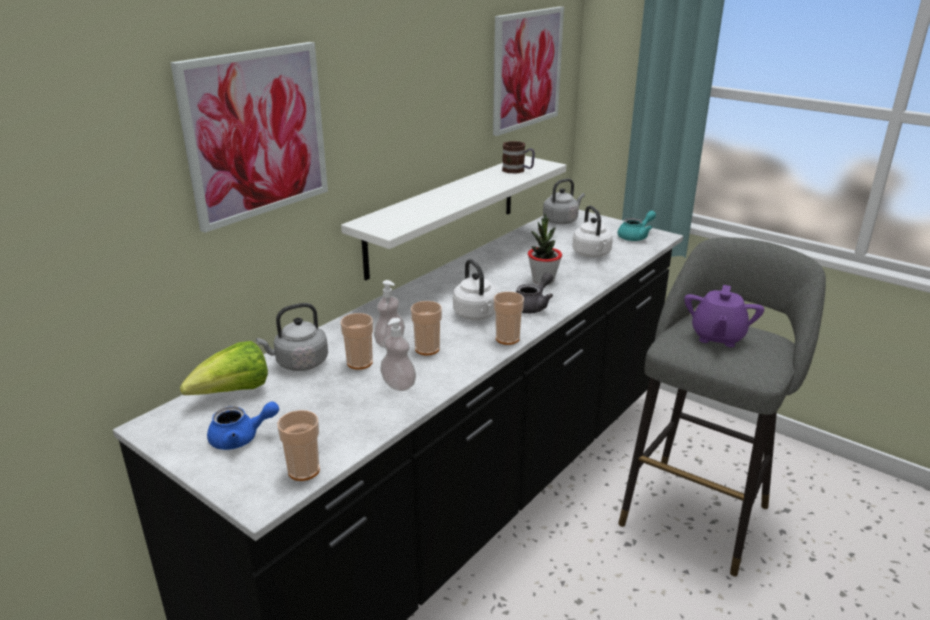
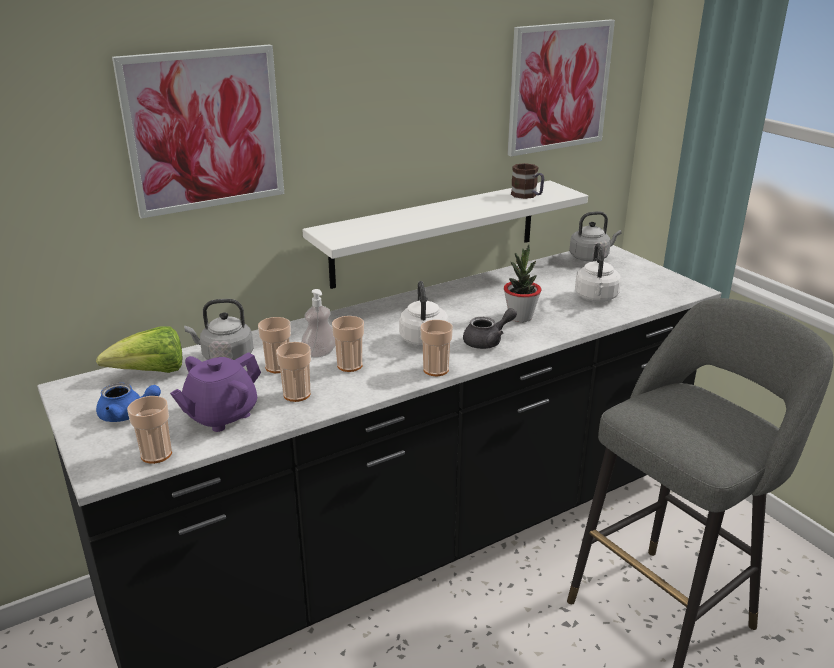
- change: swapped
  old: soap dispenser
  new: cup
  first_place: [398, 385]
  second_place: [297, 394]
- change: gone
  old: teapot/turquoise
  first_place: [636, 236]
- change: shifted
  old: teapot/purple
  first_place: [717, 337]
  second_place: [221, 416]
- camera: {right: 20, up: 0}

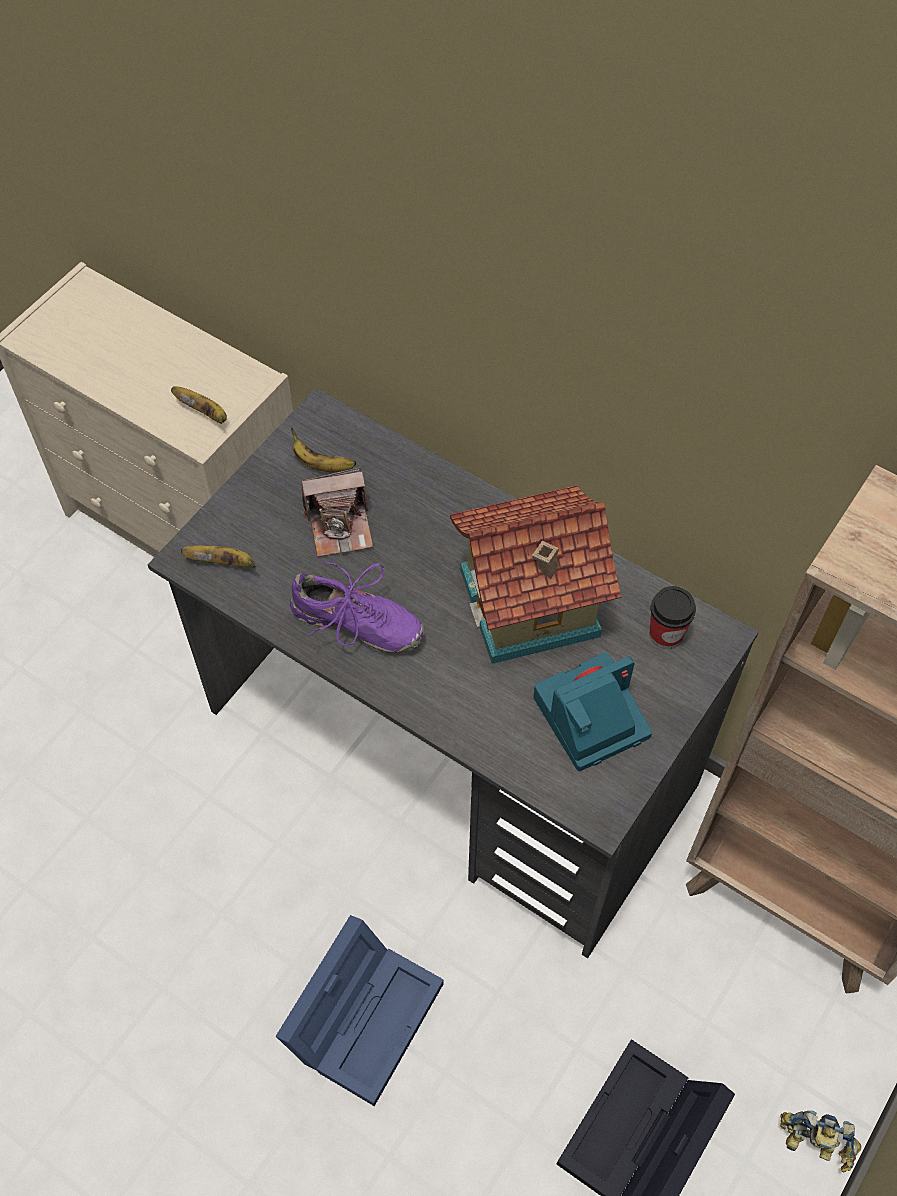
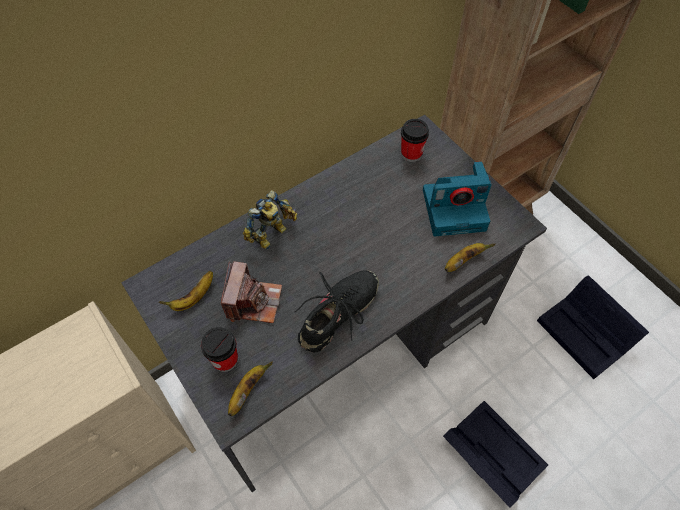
- change: shifted
  old: banana
  first_place: [204, 413]
  second_place: [463, 261]
- change: repainted
  old: storage box/blue
  new: storage box/black
  first_place: [365, 1012]
  second_place: [488, 454]
- change: repainted
  old: shoe/purple
  new: shoe/black
  first_place: [356, 624]
  second_place: [339, 315]
- change: gone
  old: toy house
  first_place: [531, 606]
- change: rotated
  old: photo camera
  first_place: [589, 719]
  second_place: [455, 208]
  degrees: -90
- change: shifted
  old: toy robot
  first_place: [811, 1145]
  second_place: [272, 235]
- change: new
  new: cup
  second_place: [225, 360]
- camera: {right: -70, up: 0}

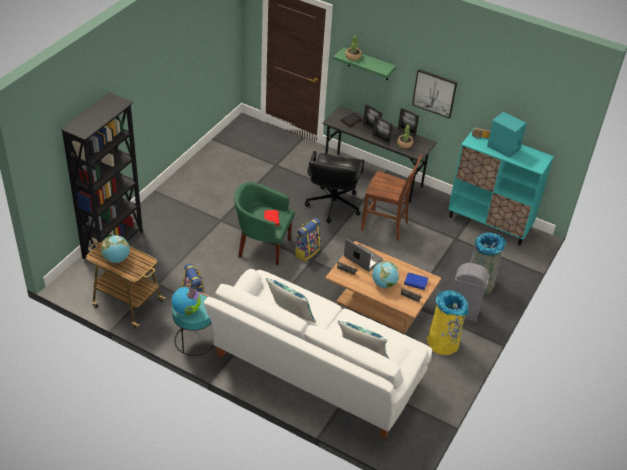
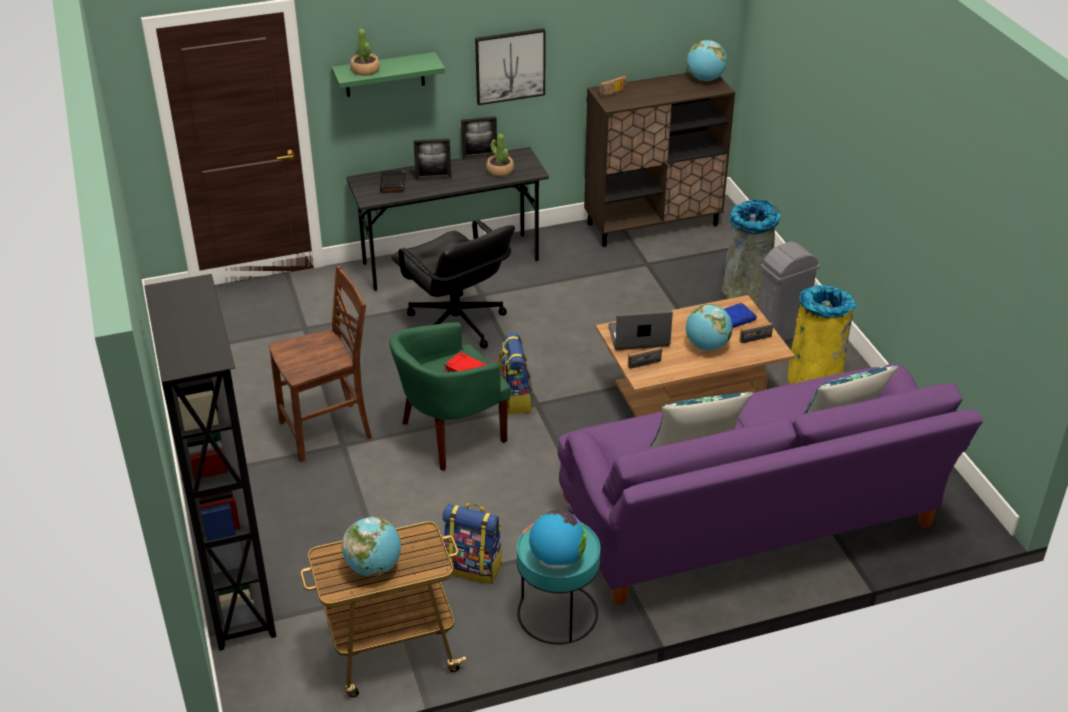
- change: repainted
  old: sofa/white
  new: sofa/purple
  first_place: [315, 372]
  second_place: [751, 523]
- change: shifted
  old: chair/brown
  first_place: [385, 226]
  second_place: [328, 431]
- change: gone
  old: picture frame
  first_place: [381, 141]
- change: repainted
  old: cabinet/turquoise
  new: cabinet/brown
  first_place: [489, 223]
  second_place: [653, 224]
- change: gone
  old: speaker/turquoise
  first_place: [503, 148]
- change: new
  new: globe
  second_place: [705, 79]
- camera: {right: -45, up: -5}

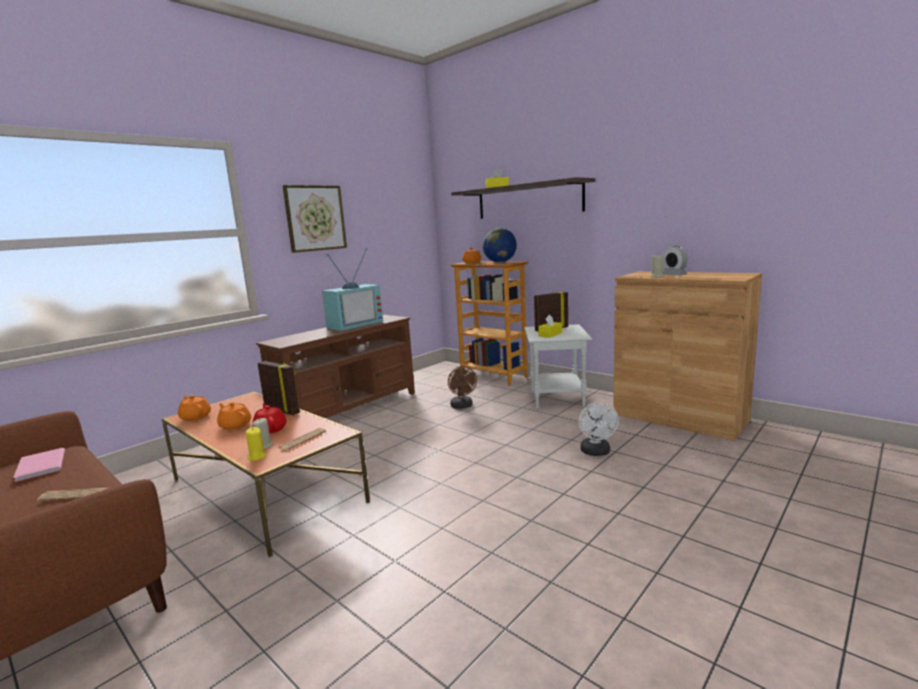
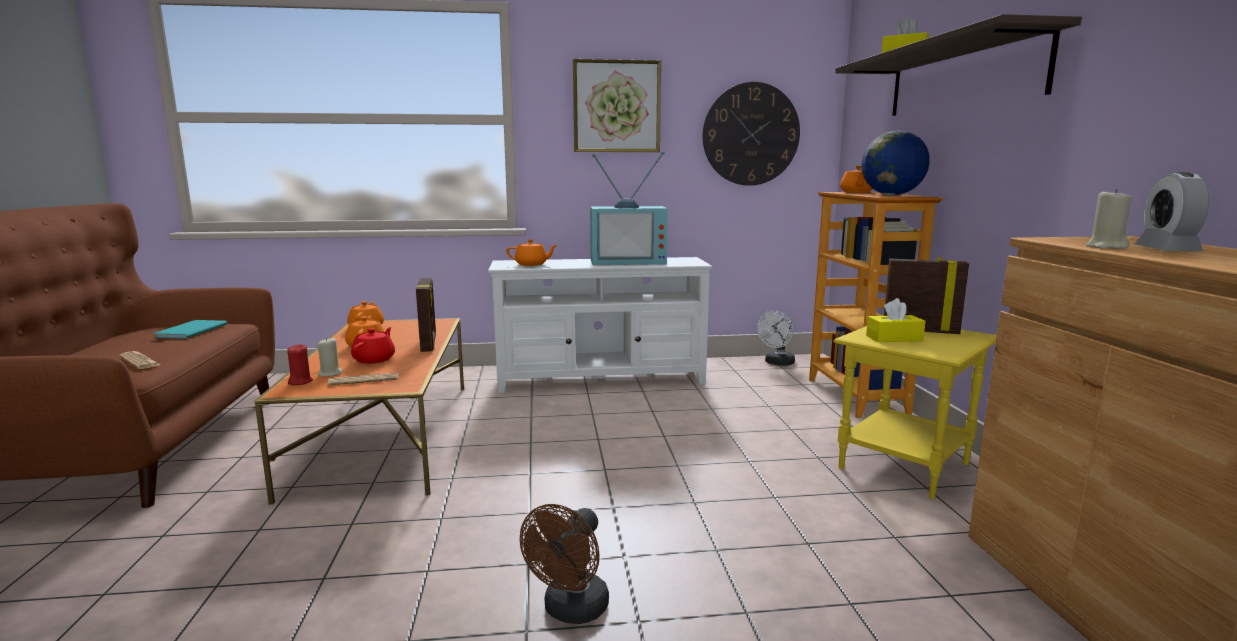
- change: repainted
  old: book/pink
  new: book/turquoise
  first_place: [39, 466]
  second_place: [189, 331]
- change: repainted
  old: candle/yellow
  new: candle/red
  first_place: [256, 457]
  second_place: [300, 382]
- change: repainted
  old: tv stand/brown
  new: tv stand/white
  first_place: [348, 410]
  second_place: [600, 379]
- change: shifted
  old: fan/brown
  first_place: [462, 406]
  second_place: [571, 611]
- change: repainted
  old: side table/white
  new: side table/yellow
  first_place: [556, 398]
  second_place: [904, 465]
- change: shifted
  old: fan/white
  first_place: [596, 452]
  second_place: [777, 363]
- change: new
  new: teapot/orange
  second_place: [532, 264]
- change: new
  new: wall clock
  second_place: [751, 134]
- camera: {right: 40, up: 0}

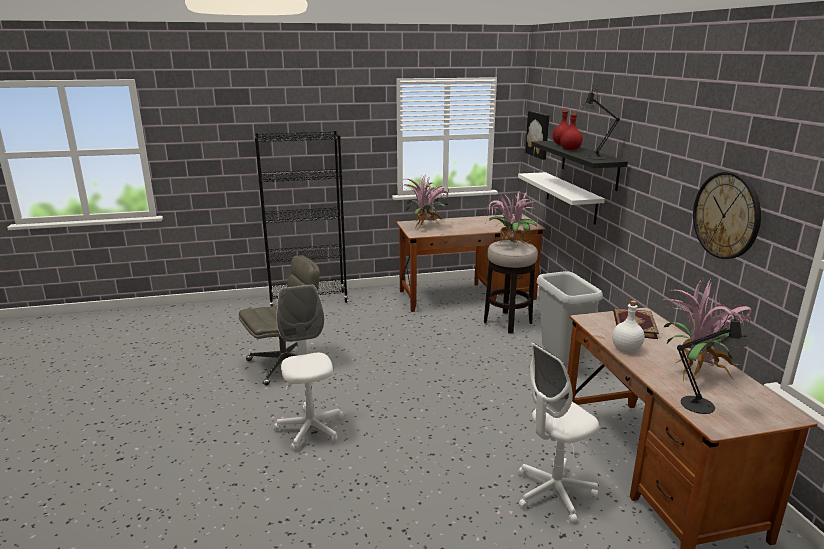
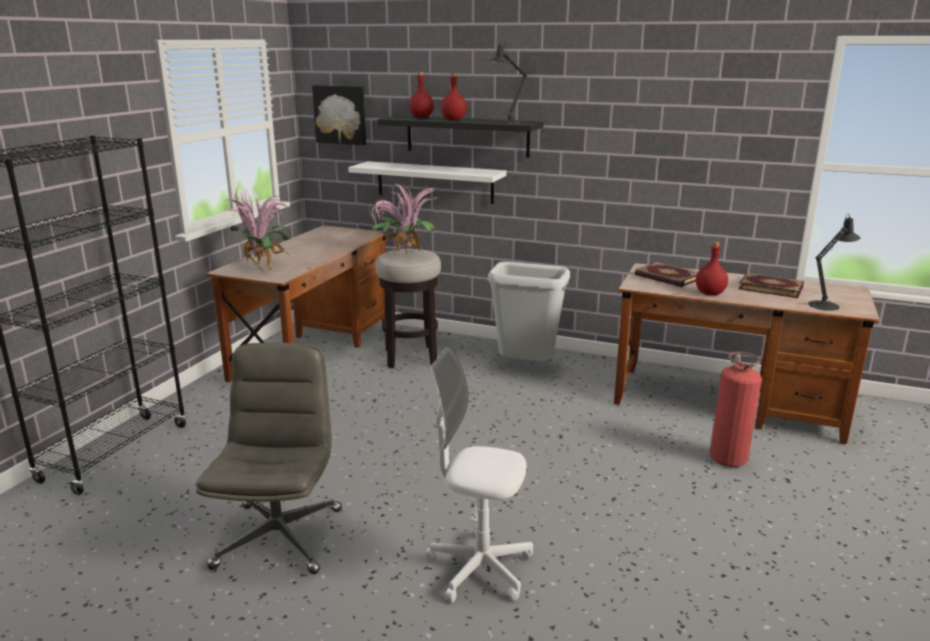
- change: swapped
  old: office chair/white
  new: fire extinguisher
  first_place: [553, 493]
  second_place: [728, 459]
- change: repainted
  old: bottle/white
  new: bottle/red
  first_place: [626, 349]
  second_place: [710, 293]
- change: swapped
  old: potted plant
  new: book
  first_place: [699, 372]
  second_place: [771, 287]
- change: gone
  old: wall clock
  first_place: [726, 215]
- camera: {right: -55, up: 0}

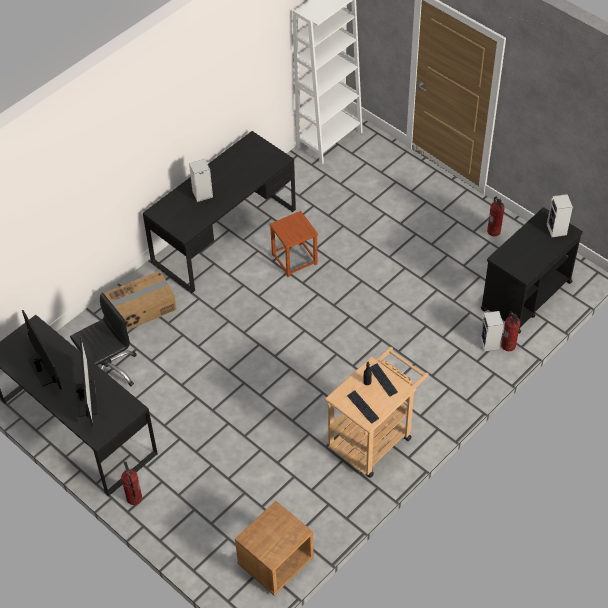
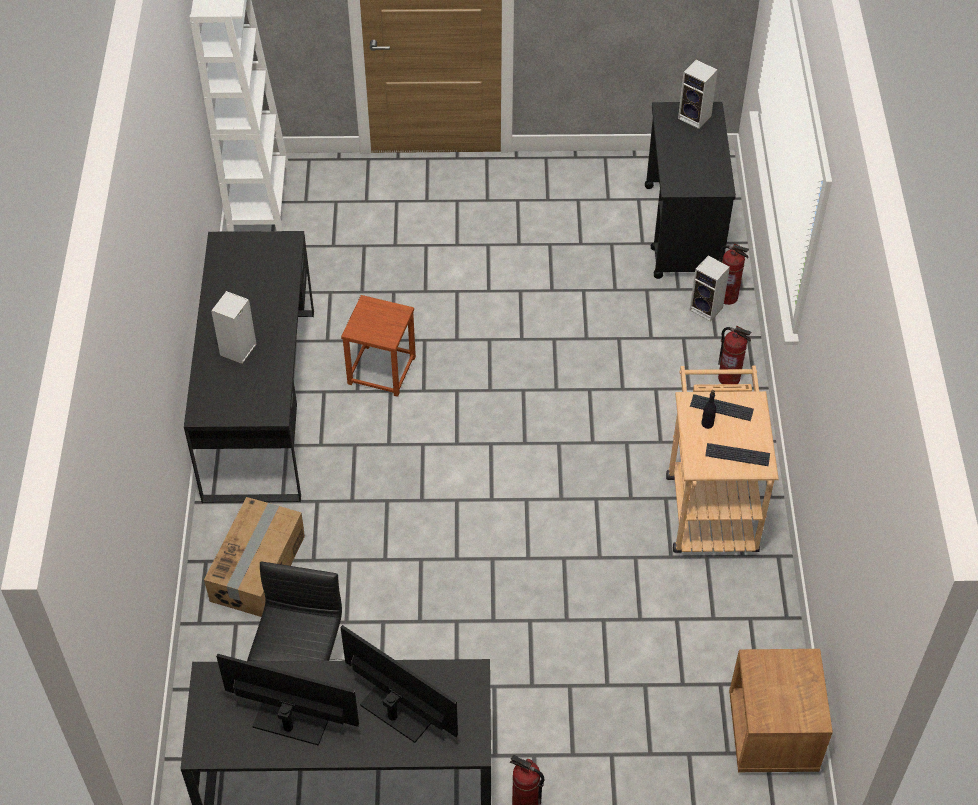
- change: shifted
  old: fire extinguisher
  first_place: [494, 231]
  second_place: [729, 378]
- camera: {right: -45, up: 0}

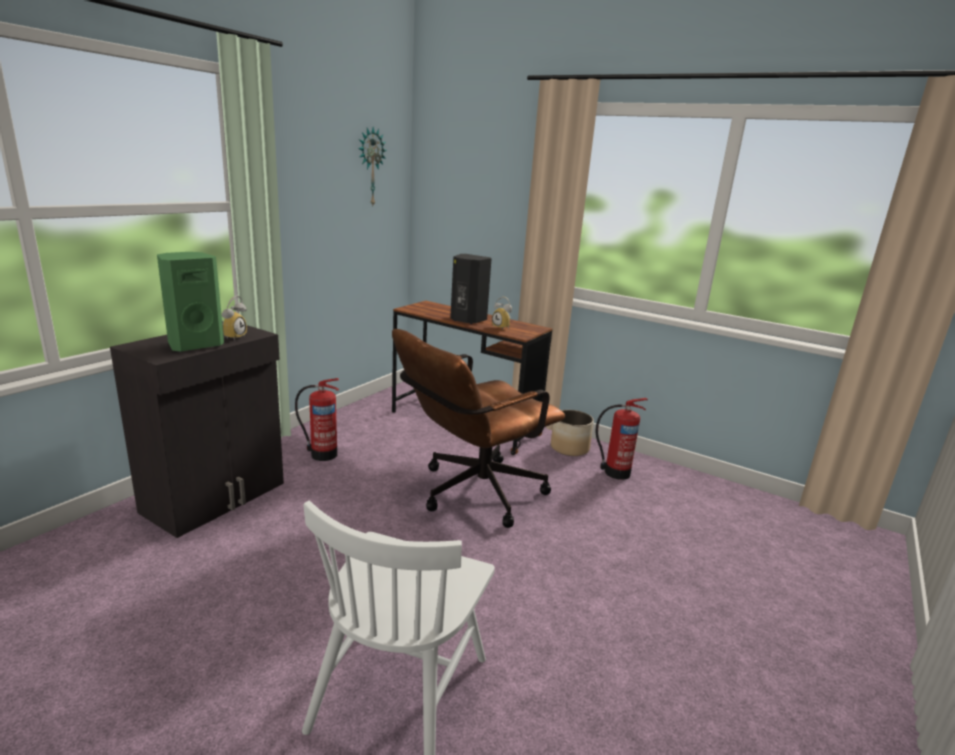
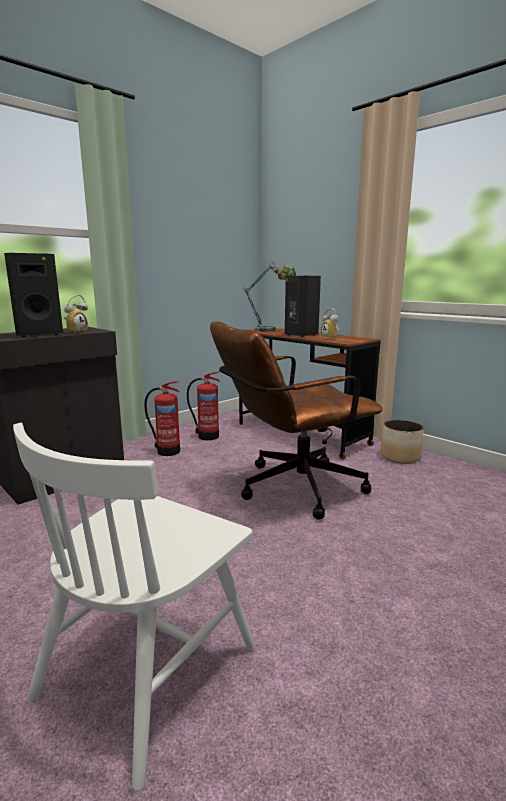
- change: repainted
  old: speaker/green
  new: speaker/black
  first_place: [194, 345]
  second_place: [39, 334]
- change: gone
  old: wall clock
  first_place: [370, 167]
- change: shifted
  old: fire extinguisher
  first_place: [615, 472]
  second_place: [207, 436]
- change: new
  new: table lamp
  second_place: [271, 330]
- camera: {right: 15, up: -5}

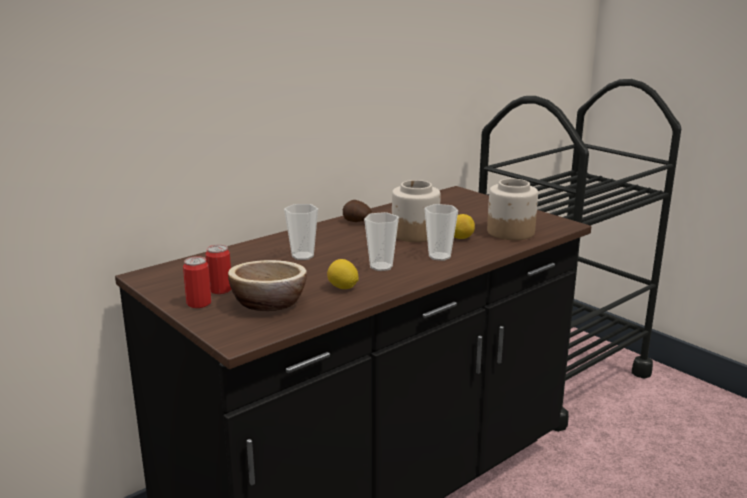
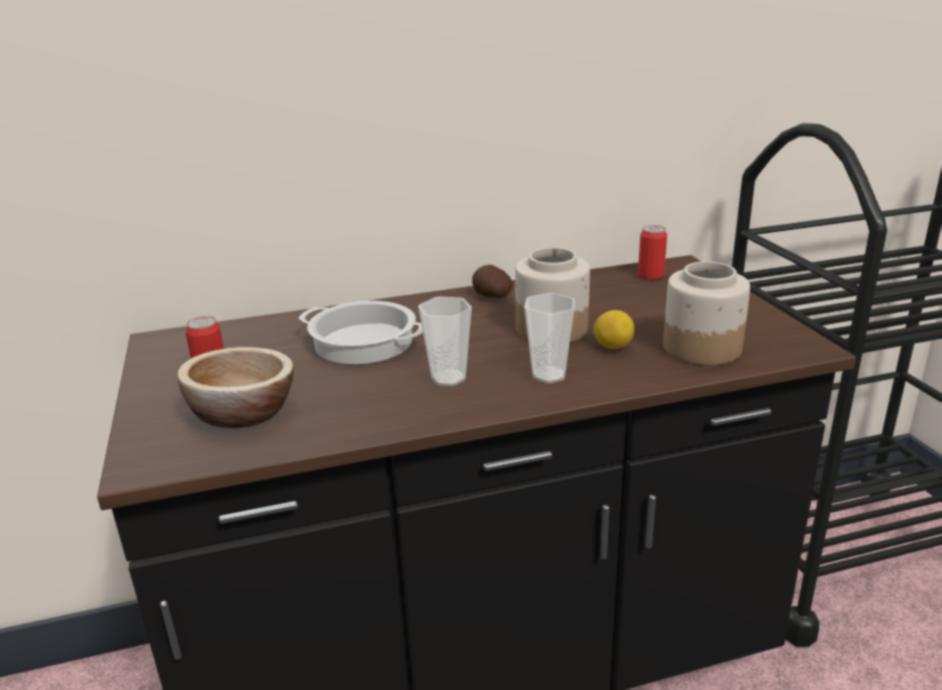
- change: shifted
  old: can
  first_place: [199, 303]
  second_place: [650, 275]
- change: swapped
  old: cup
  new: cooking pot
  first_place: [302, 256]
  second_place: [365, 342]
- change: gone
  old: lemon
  first_place: [342, 288]
- camera: {right: 25, up: 5}

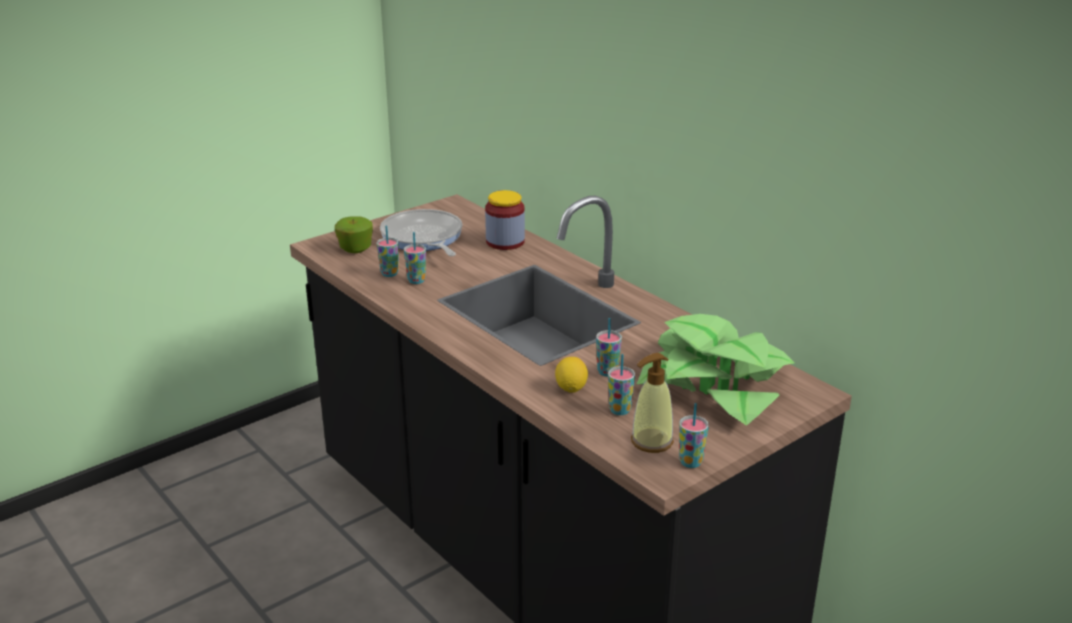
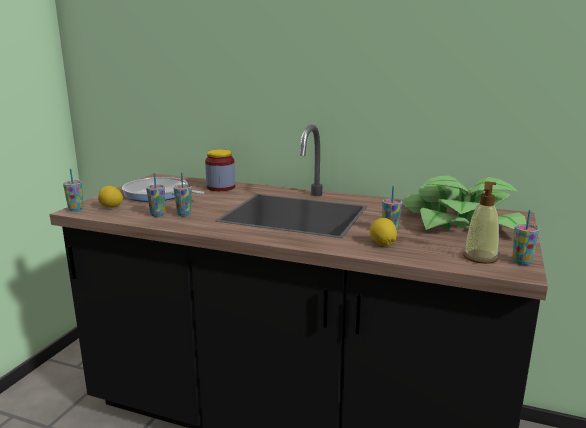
- change: swapped
  old: apple
  new: lemon
  first_place: [355, 249]
  second_place: [111, 207]
- change: shifted
  old: cup
  first_place: [619, 410]
  second_place: [76, 209]
- camera: {right: -30, up: -10}

